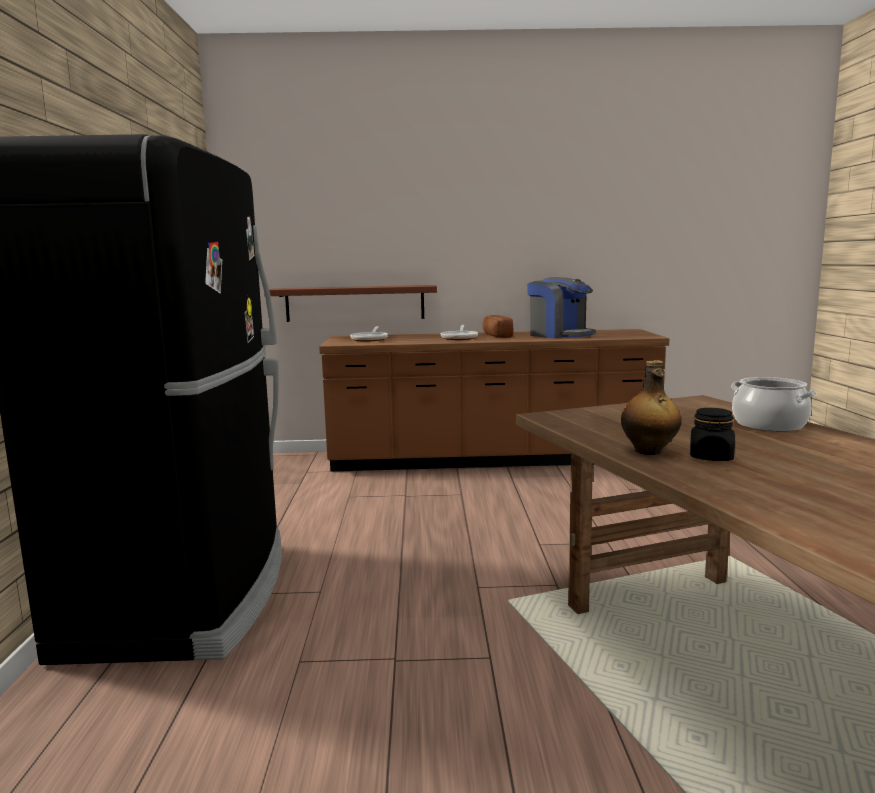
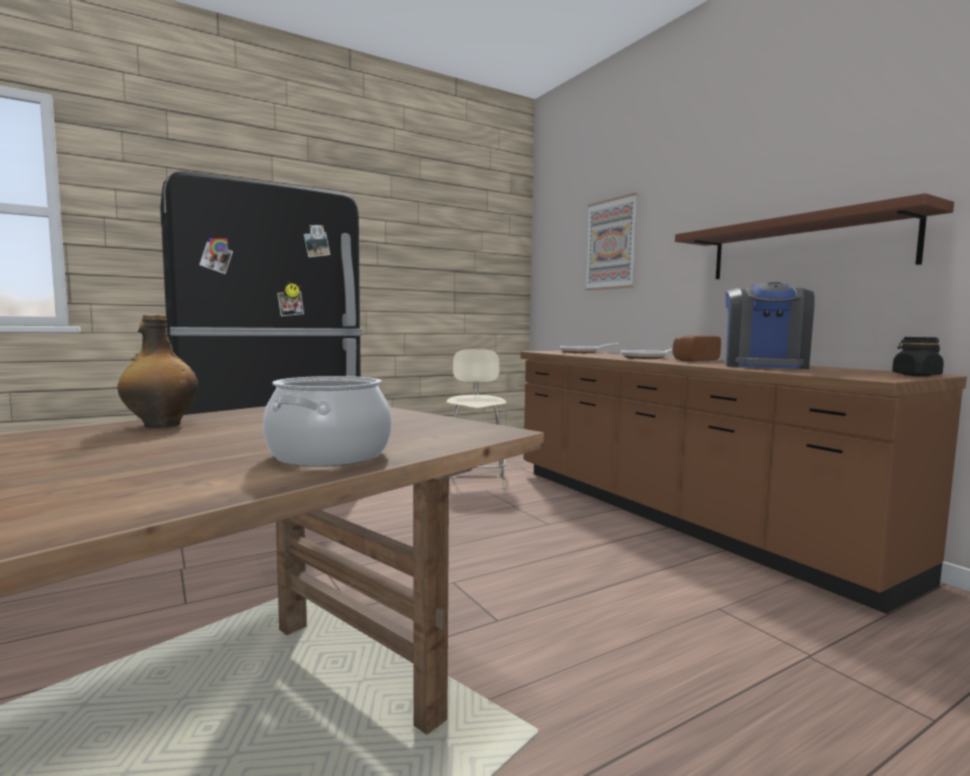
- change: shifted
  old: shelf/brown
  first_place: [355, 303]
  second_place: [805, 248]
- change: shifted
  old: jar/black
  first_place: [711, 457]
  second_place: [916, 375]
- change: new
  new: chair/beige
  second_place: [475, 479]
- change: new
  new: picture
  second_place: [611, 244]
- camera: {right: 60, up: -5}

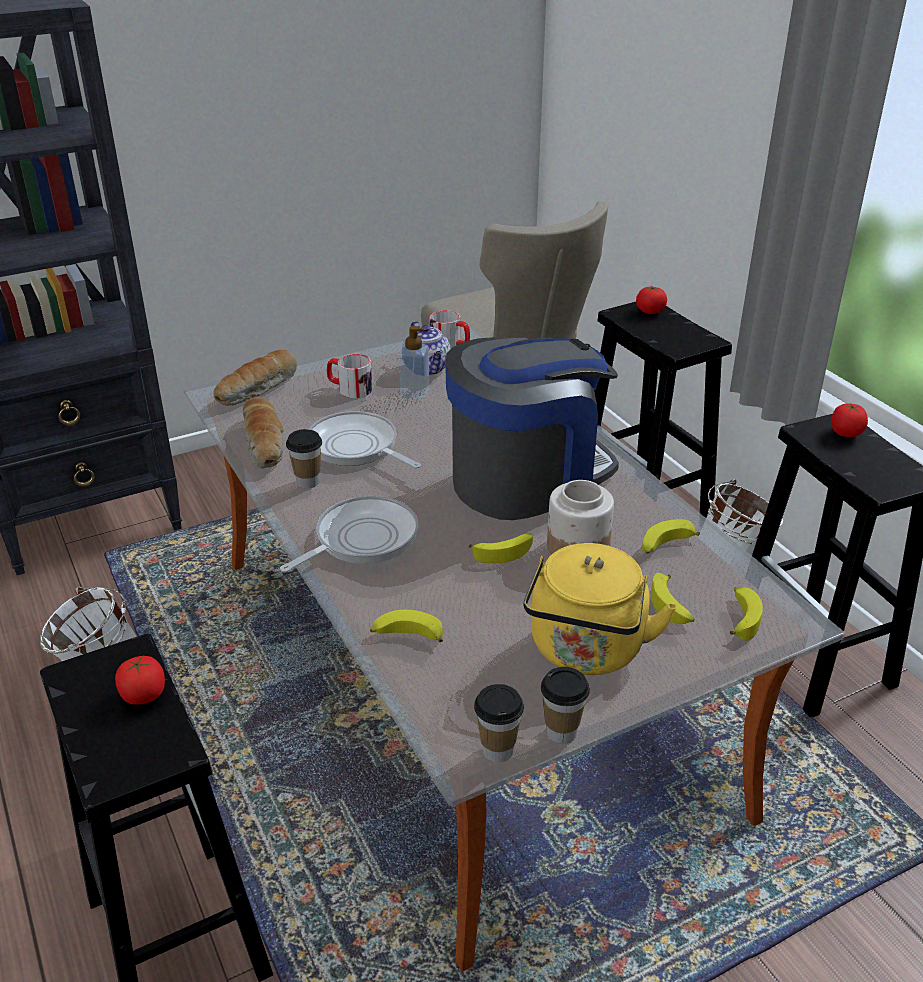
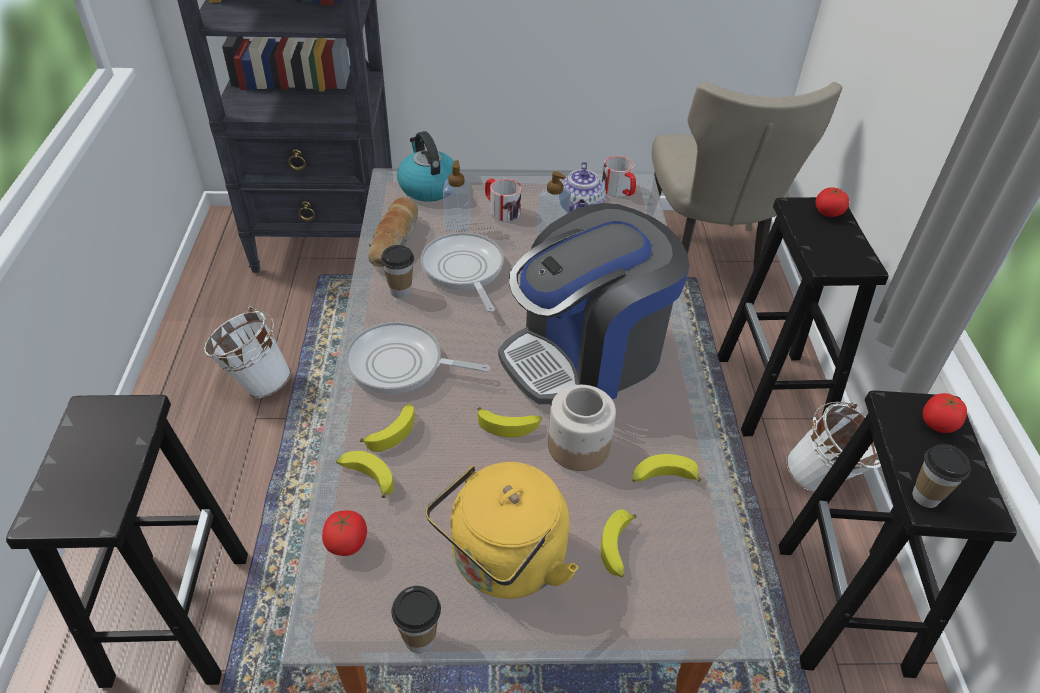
- change: shifted
  old: tomato
  first_place: [144, 695]
  second_place: [347, 543]
- change: swapped
  old: bread
  new: kettle
  first_place: [258, 389]
  second_place: [428, 187]
- change: rotated
  old: frying pan
  first_place: [361, 539]
  second_place: [401, 365]
  degrees: -150
- change: rotated
  old: coffee machine
  first_place: [527, 479]
  second_place: [586, 355]
  degrees: 150
- change: shifted
  old: cup
  first_place: [497, 750]
  second_place: [925, 496]
- change: shifted
  old: banana
  first_place: [741, 618]
  second_place: [392, 431]
- change: new
  new: soap dispenser
  second_place: [457, 224]
- camera: {right: 25, up: 10}

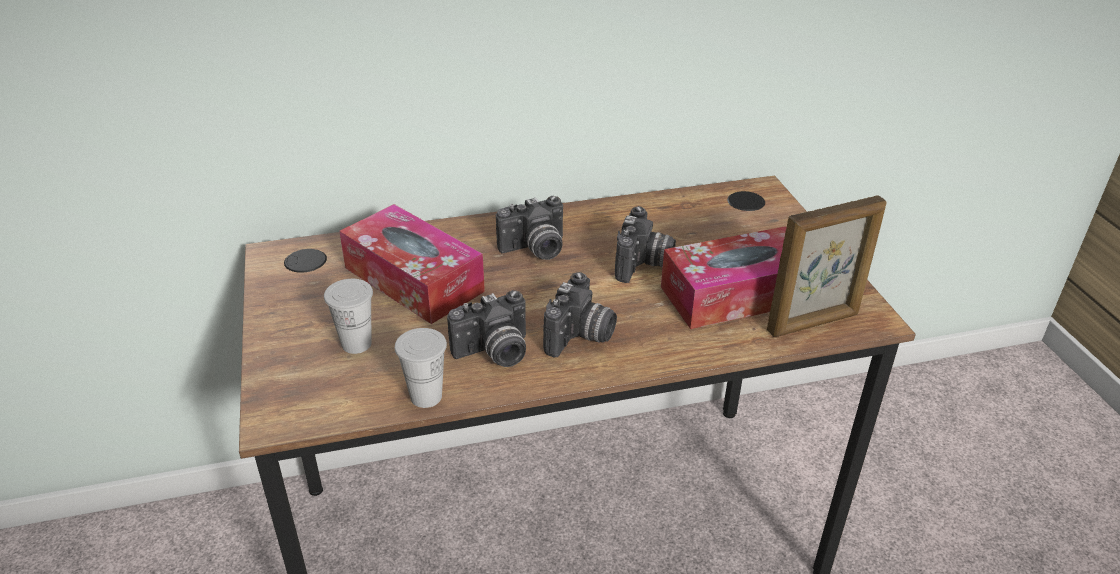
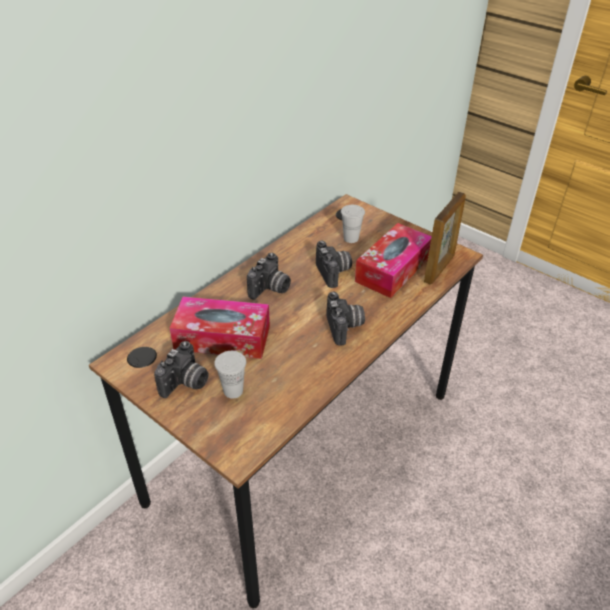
- change: shifted
  old: cup/white
  first_place: [426, 396]
  second_place: [351, 238]
- change: shifted
  old: photo camera
  first_place: [494, 353]
  second_place: [186, 383]
- camera: {right: -35, up: 5}

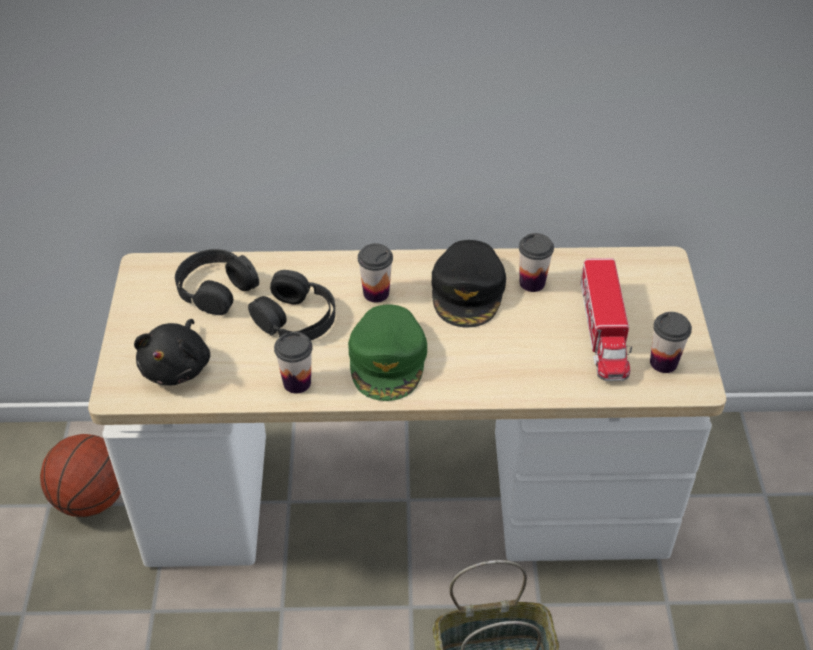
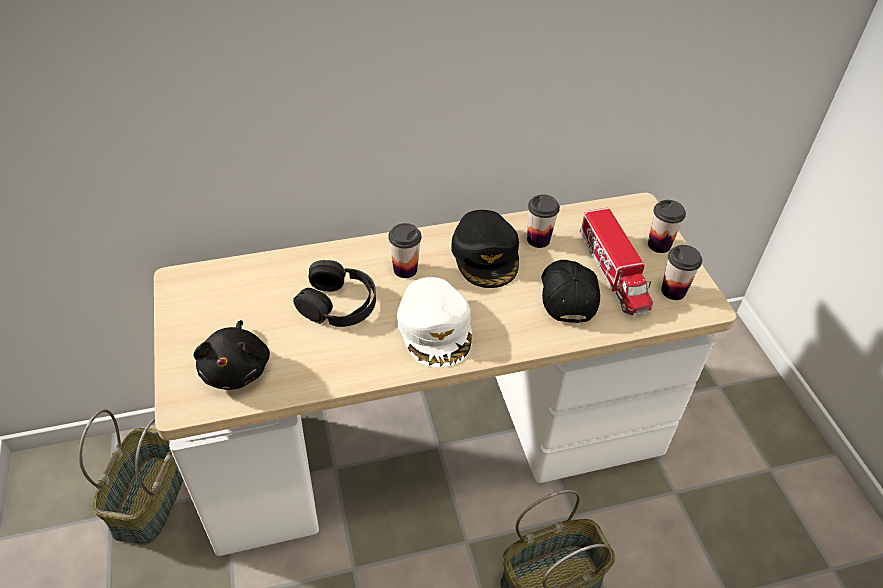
- change: swapped
  old: basketball
  new: basket
  first_place: [91, 498]
  second_place: [151, 501]
- change: gone
  old: headphones/black
  first_place: [216, 289]
- change: shifted
  old: cup
  first_place: [297, 382]
  second_place: [659, 245]
- change: repainted
  old: cap/green
  new: cap/white
  first_place: [388, 359]
  second_place: [436, 328]
- change: new
  new: cap/black
  second_place: [566, 295]
- camera: {right: -15, up: 0}

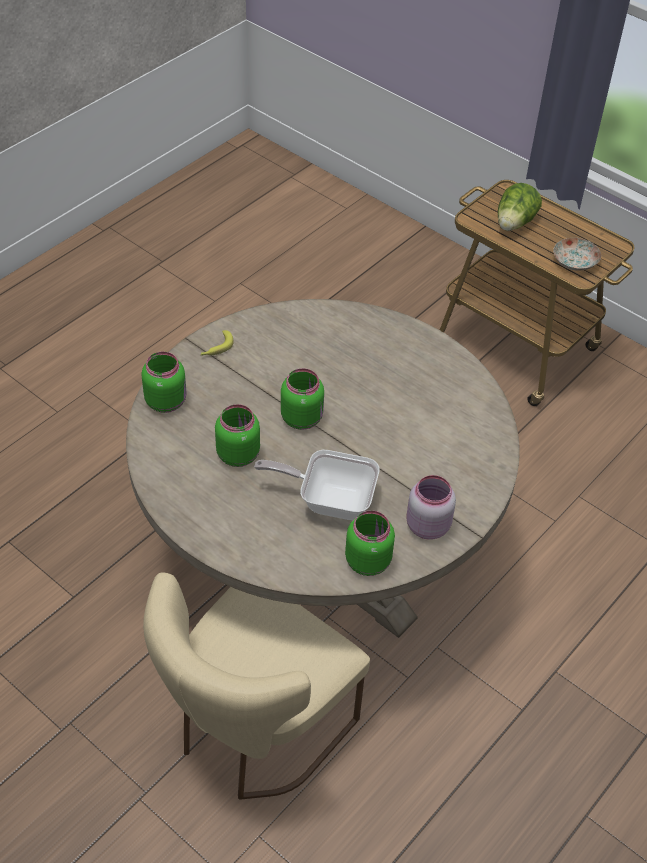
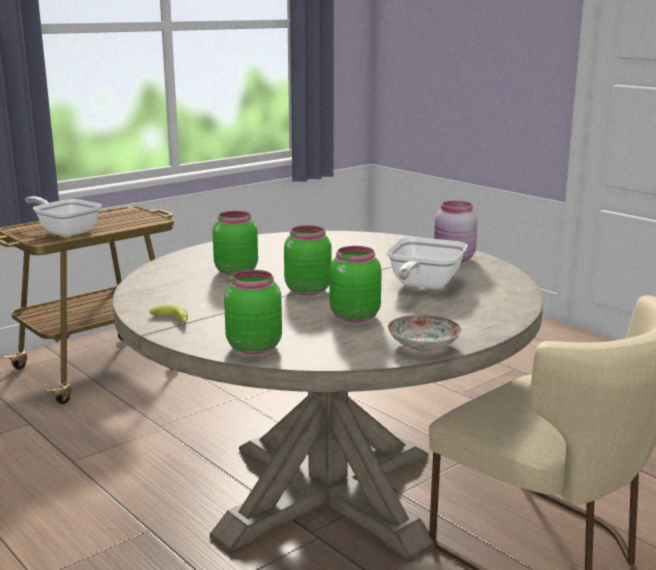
- change: shifted
  old: jar/green
  first_place: [368, 560]
  second_place: [235, 271]
- change: swapped
  old: lettuce
  new: frying pan
  first_place: [514, 224]
  second_place: [65, 231]
- change: shifted
  old: plate
  first_place: [575, 262]
  second_place: [424, 345]
- camera: {right: -80, up: -30}

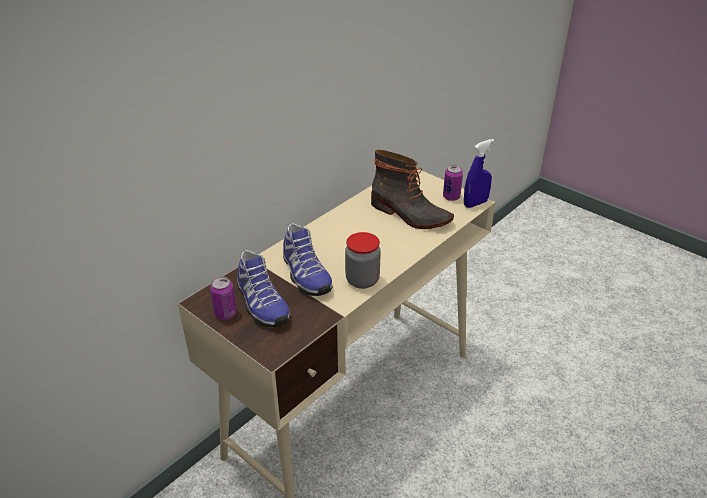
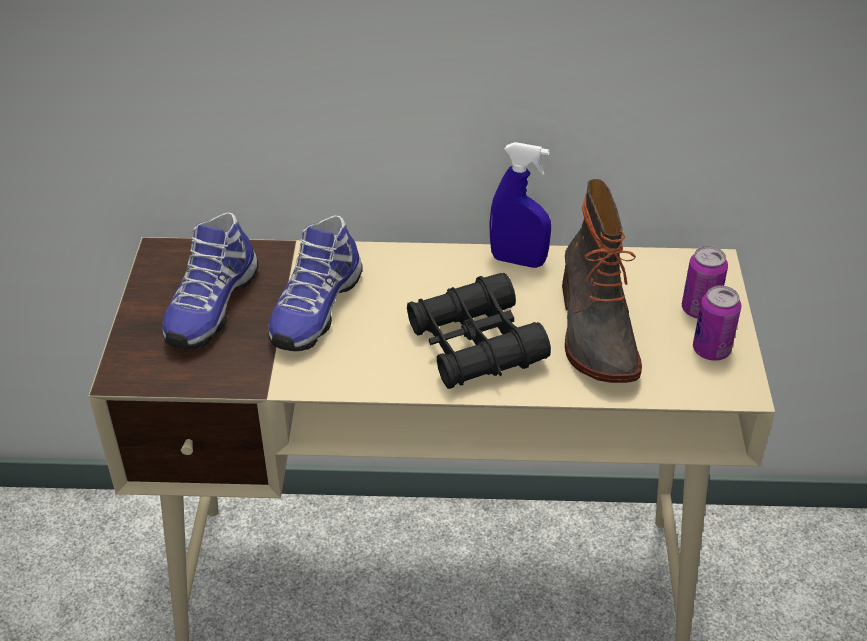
- change: shifted
  old: can
  first_place: [225, 314]
  second_place: [699, 309]
- change: gone
  old: jar
  first_place: [362, 280]
- change: shifted
  old: spray bottle/blue
  first_place: [475, 203]
  second_place: [518, 260]
- change: new
  new: binoculars/black
  second_place: [475, 345]
- camera: {right: 50, up: 5}

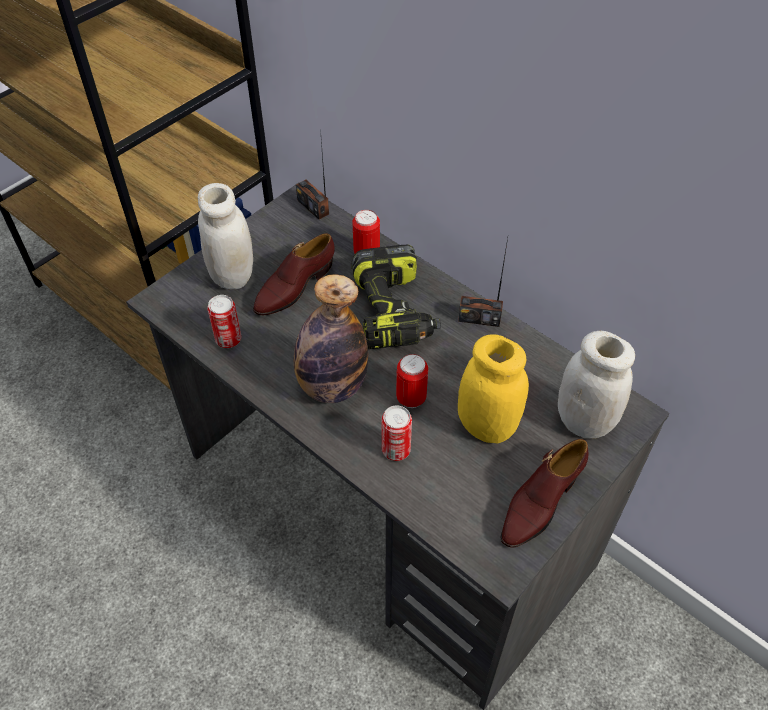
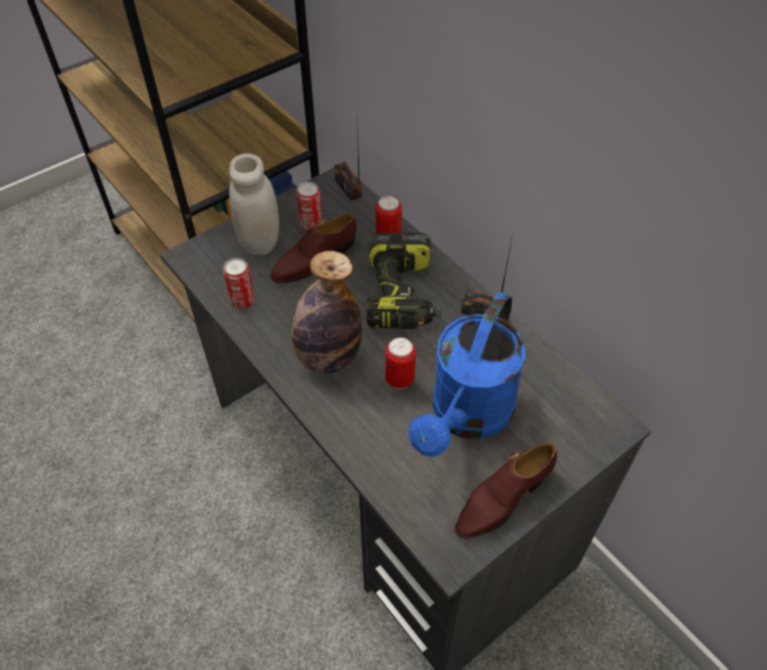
- change: shifted
  old: can
  first_place: [396, 450]
  second_place: [311, 224]
- change: swapped
  old: jar/yellow
  new: watering can/blue
  first_place: [487, 426]
  second_place: [466, 417]
- change: gone
  old: jar/white
  first_place: [584, 421]
- camera: {right: 10, up: 0}

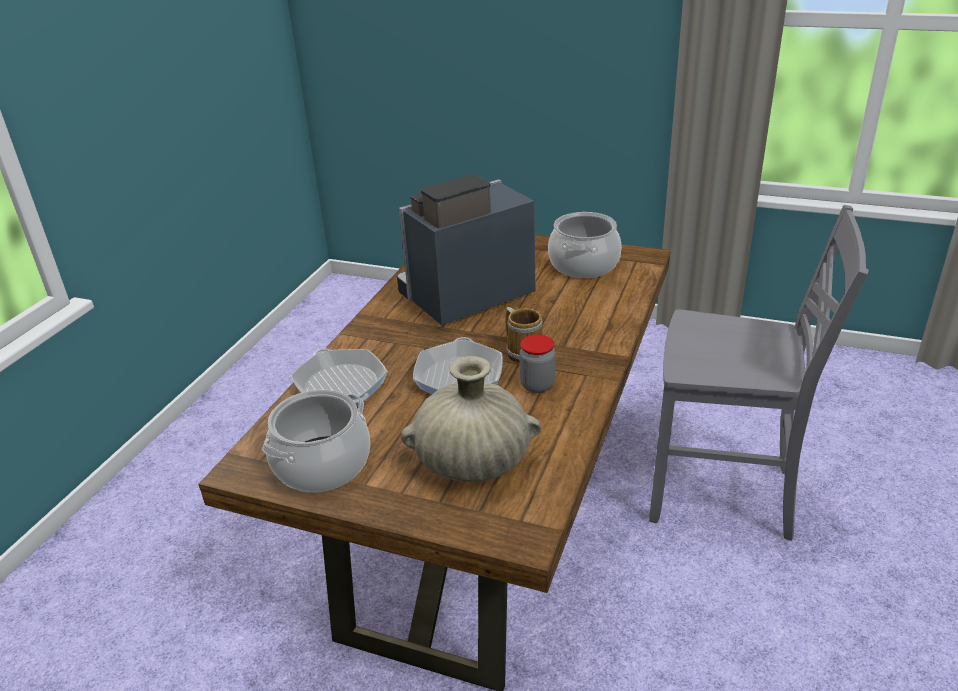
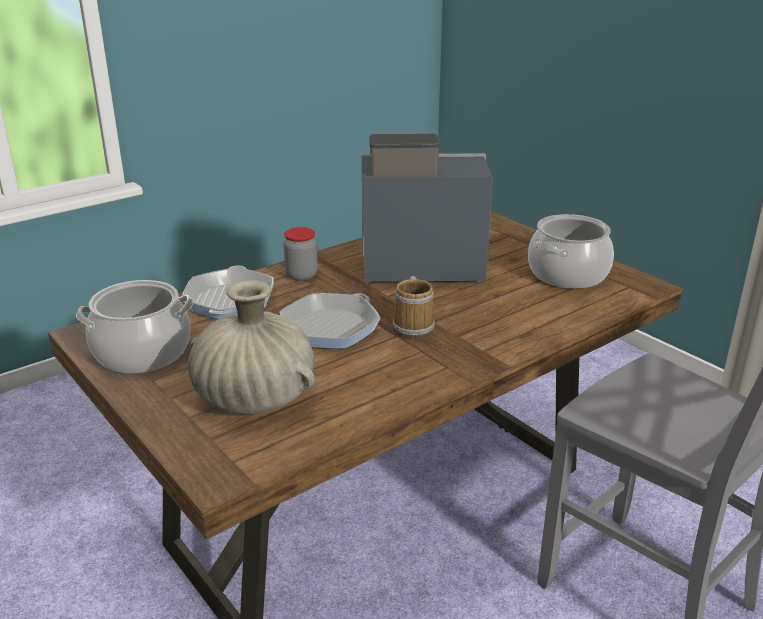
- change: shifted
  old: jar
  first_place: [537, 385]
  second_place: [301, 275]
- camera: {right: 30, up: -5}

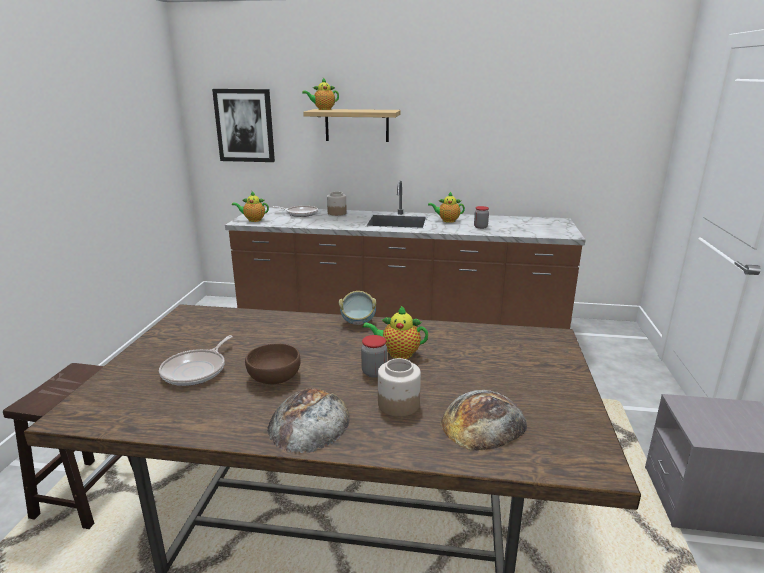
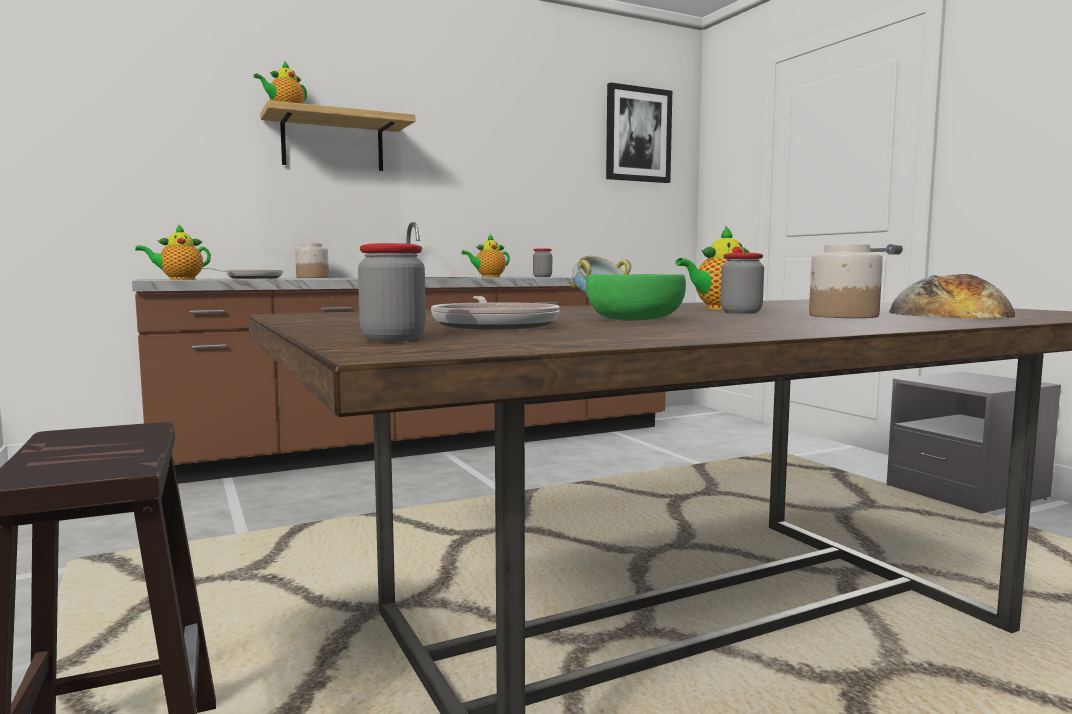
- change: shifted
  old: picture
  first_place: [244, 125]
  second_place: [638, 134]
- change: repainted
  old: bowl/brown
  new: bowl/green
  first_place: [274, 377]
  second_place: [636, 320]
- change: gone
  old: bread
  first_place: [309, 422]
- change: new
  new: jar
  second_place: [393, 339]
- camera: {right: -35, up: -15}

